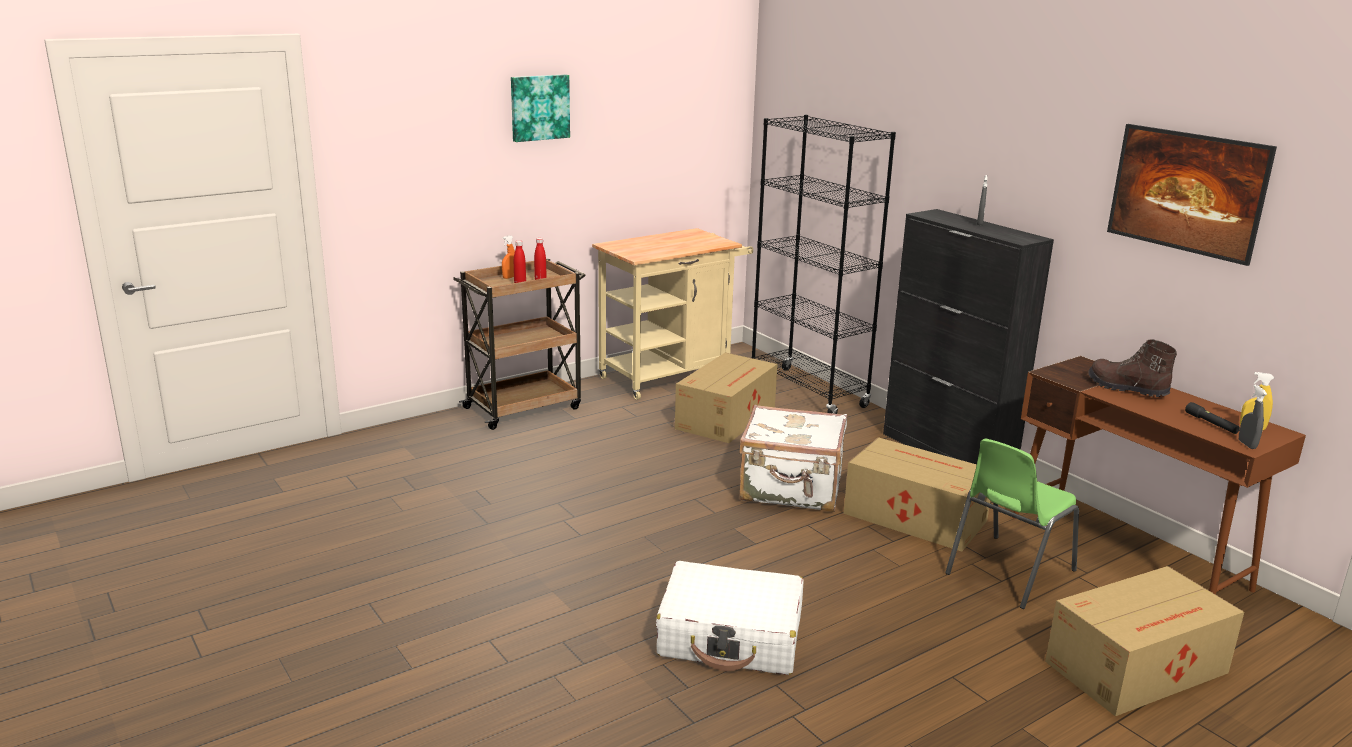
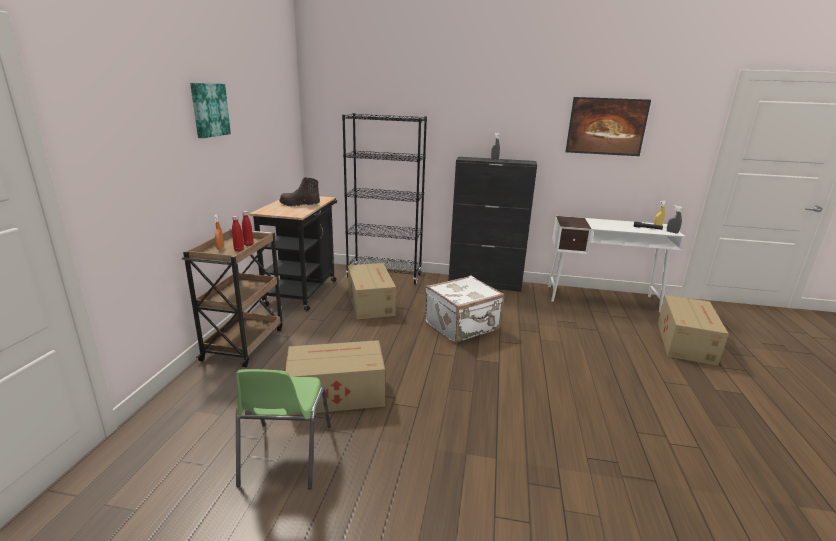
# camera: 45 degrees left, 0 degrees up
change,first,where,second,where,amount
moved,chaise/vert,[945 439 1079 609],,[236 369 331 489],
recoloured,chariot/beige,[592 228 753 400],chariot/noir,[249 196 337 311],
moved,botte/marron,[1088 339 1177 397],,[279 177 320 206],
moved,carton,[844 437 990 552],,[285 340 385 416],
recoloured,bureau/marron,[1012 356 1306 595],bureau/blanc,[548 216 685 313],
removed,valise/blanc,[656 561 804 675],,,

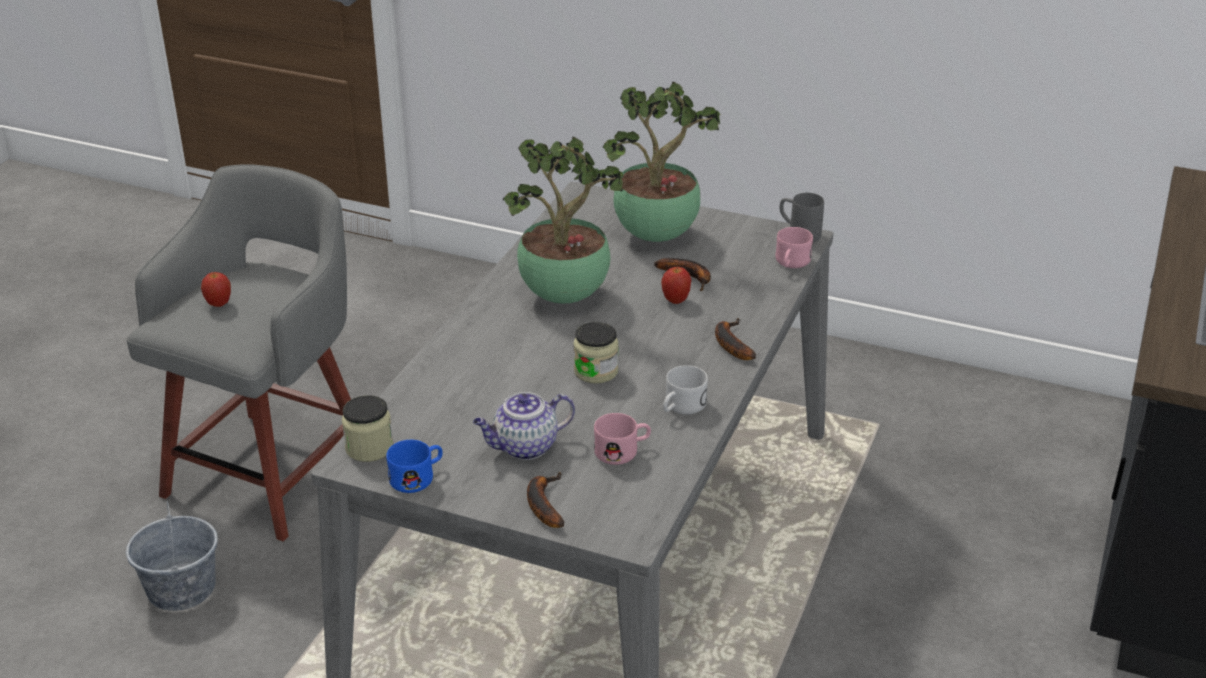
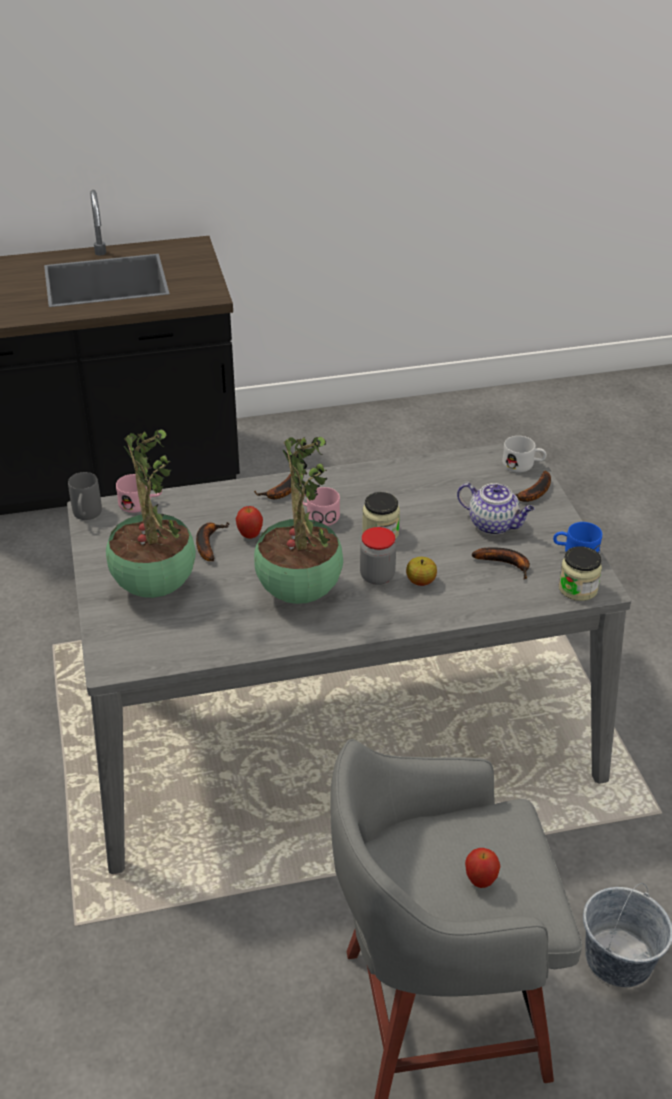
# camera: 125 degrees left, 5 degrees up
change,first,where,second,where,amount
moved,mug/rose,[594 413 651 465],,[300 487 340 526],
added,,,bocal,[360 527 396 585],
added,,,pomme,[406 557 437 586],
added,,,banane,[472 547 530 580],
moved,mug/blanc,[663 365 708 415],,[502 436 547 473],

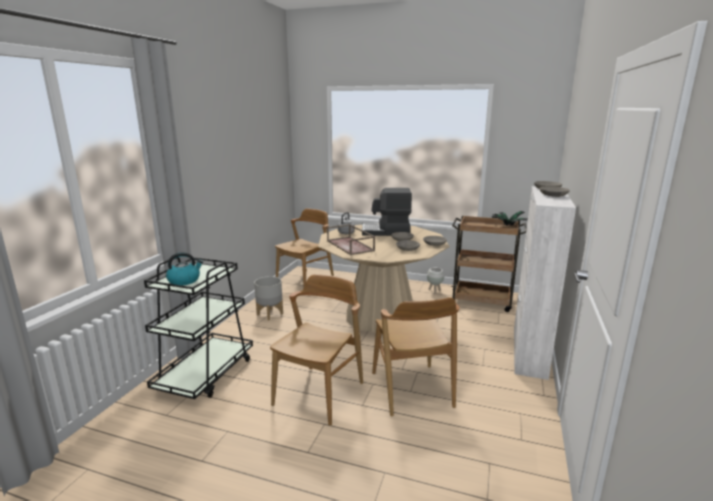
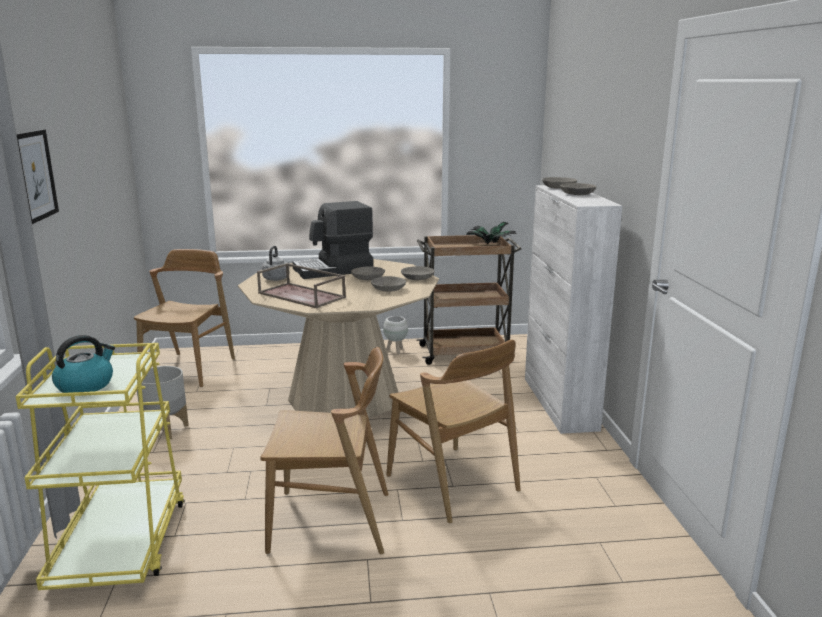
# camera: 25 degrees left, 0 degrees up
change,first,where,second,where,amount
recoloured,chariot/noir,[144 257 253 399],chariot/jaune,[15 343 185 590],
added,,,tableau,[16 129 59 224],
turned,chaise/marron,[270 274 363 426],,[261 347 388 554],90 degrees clockwise

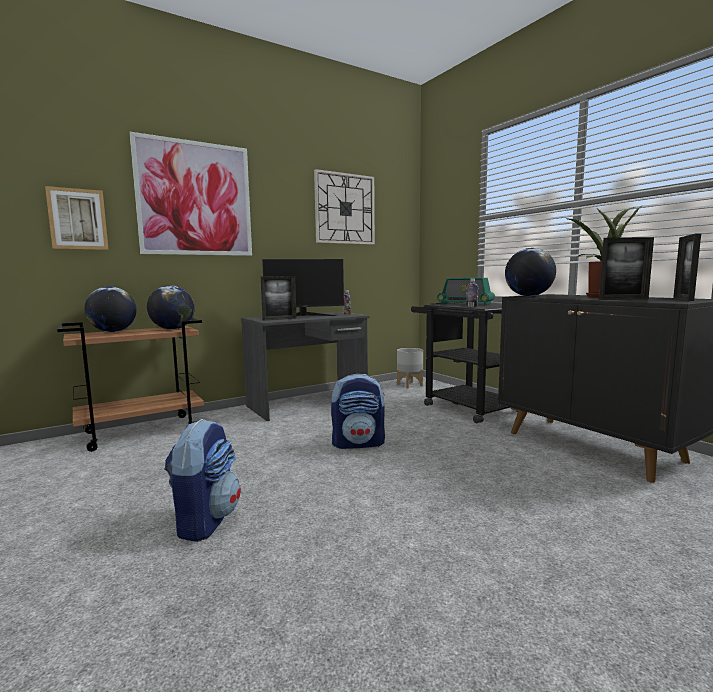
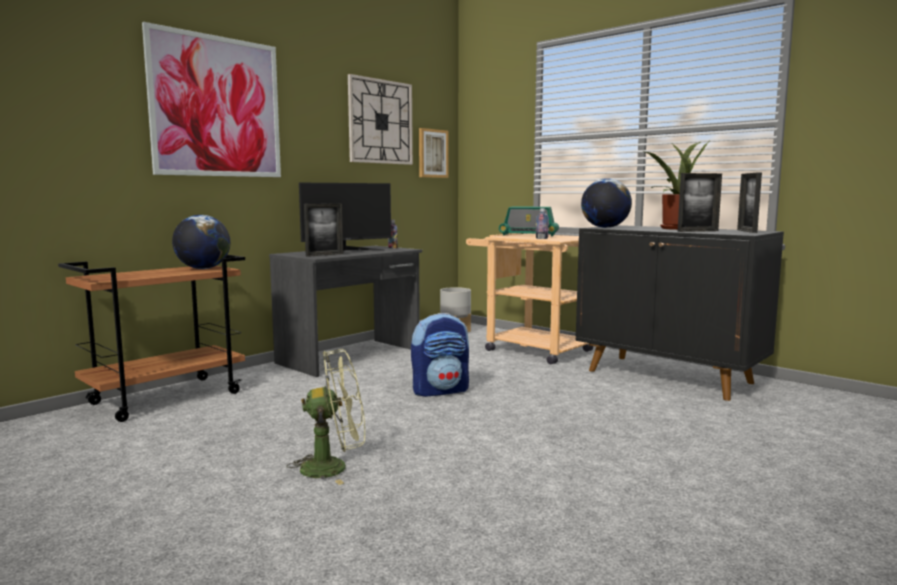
# camera: 15 degrees left, 0 degrees up
change,first,where,second,where,amount
replaced,sac à dos,[164 419 241 542],ventilateur/vert,[287 349 365 485],
moved,tableau,[45 186 109 250],,[419 128 448 178],
recoloured,chariot/noir,[411 302 518 423],chariot/beige,[466 233 593 364],
removed,globe,[84 286 137 332],,,

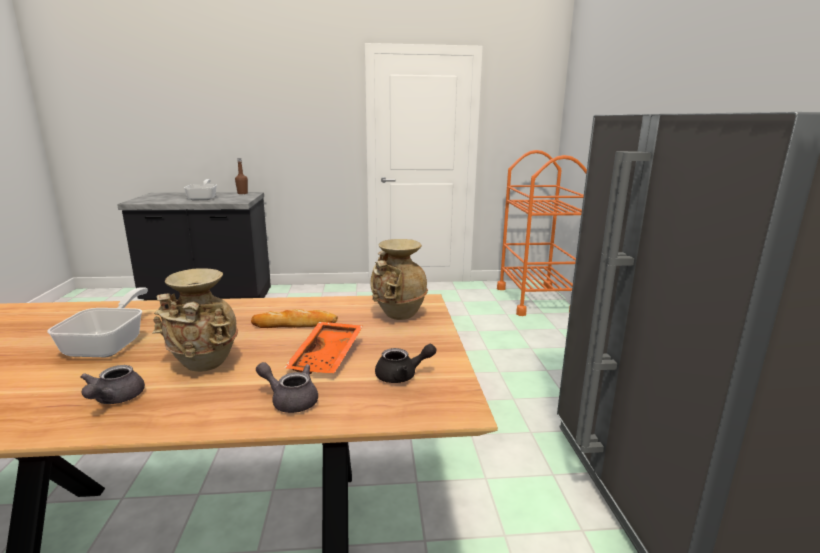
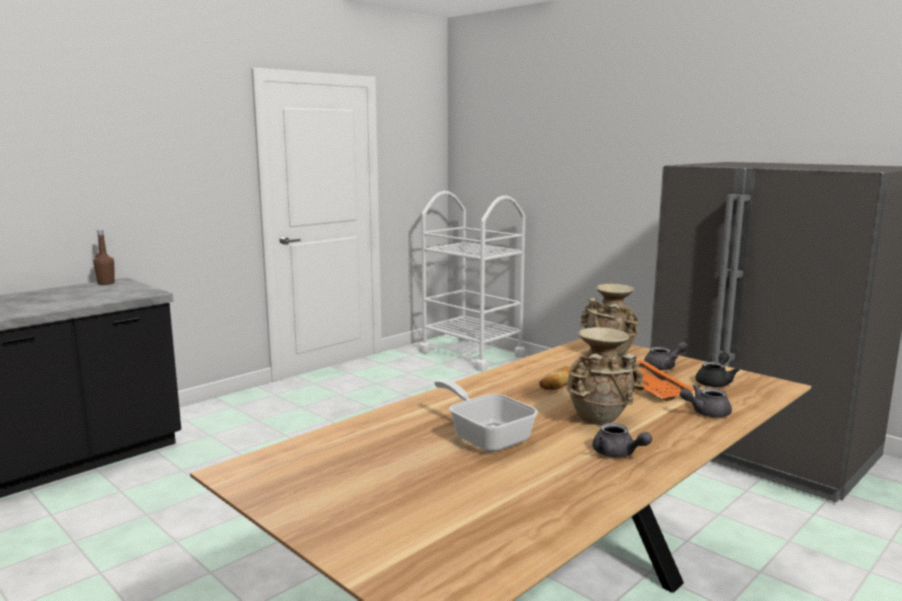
# camera: 40 degrees left, 5 degrees down
change,first,where,second,where,amount
recoloured,chariot/orange,[497 150 587 316],chariot/blanc,[419 191 526 371],
added,,,théière/gris,[644 342 688 370],
removed,poêle,[184 179 217 200],,,

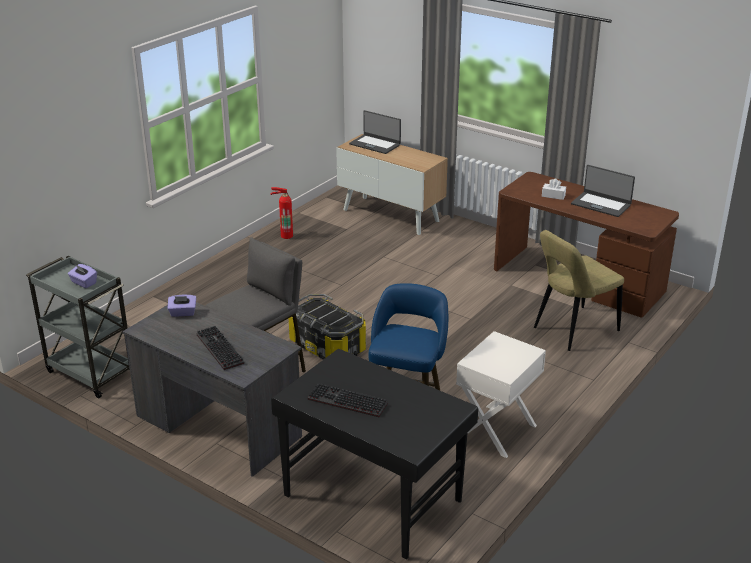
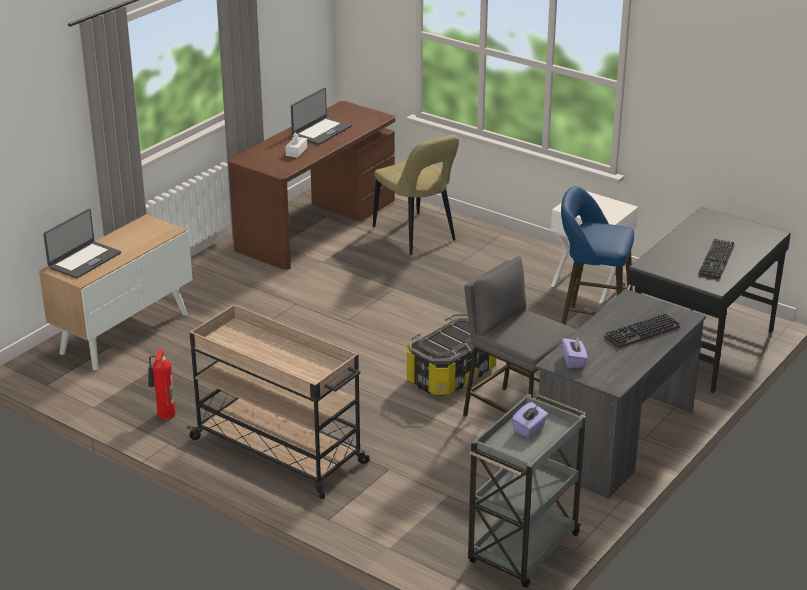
# camera: 90 degrees left, 0 degrees up
change,first,where,second,where,amount
added,,,chariot/beige,[187 304 370 499],

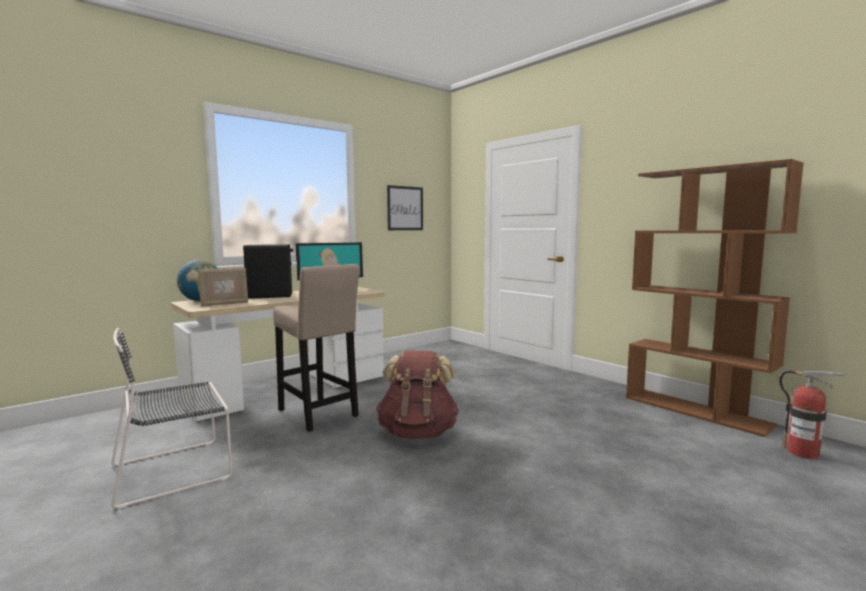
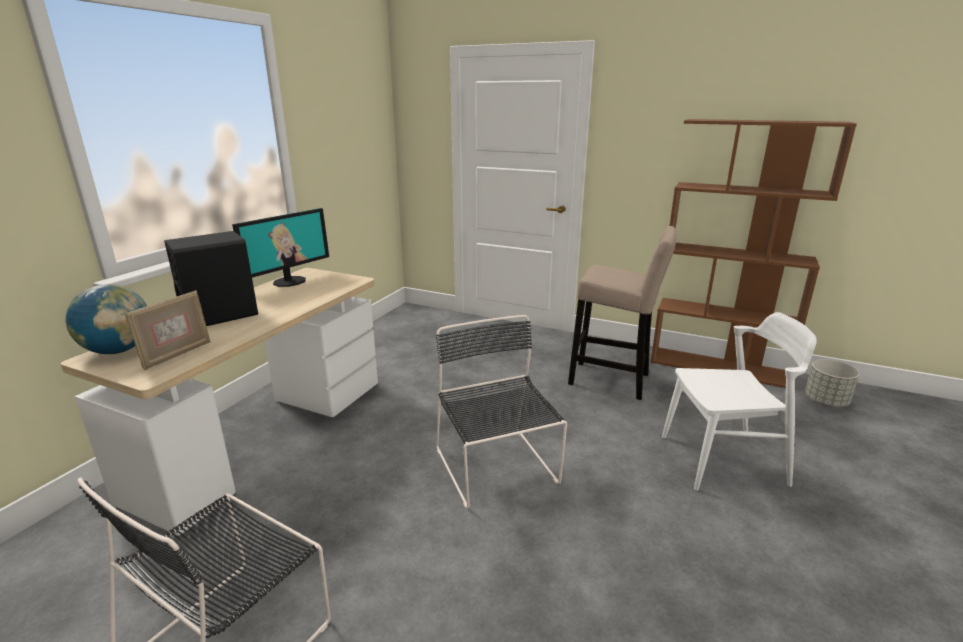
# camera: 25 degrees left, 15 degrees up
change,first,where,second,where,amount
replaced,sac à dos/marron,[376 351 459 439],chaise/noir,[436 315 567 509],
moved,tabouret/beige,[273 264 360 432],,[568 226 677 400],
added,,,chaise/blanc,[662 312 817 491],
replaced,extincteur,[779 370 846 460],cache-pot/gris,[805 359 860 407],
removed,tableau,[387 185 423 230],,,

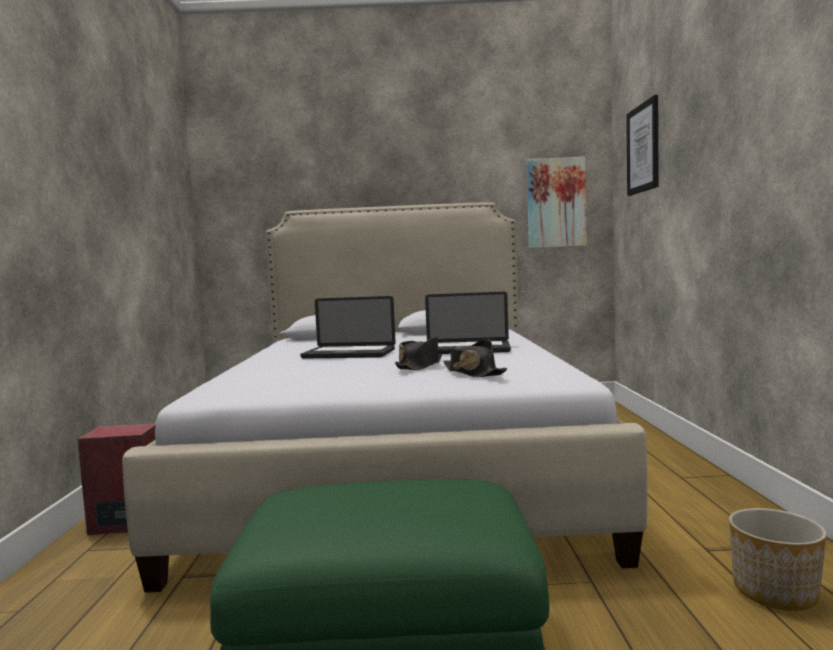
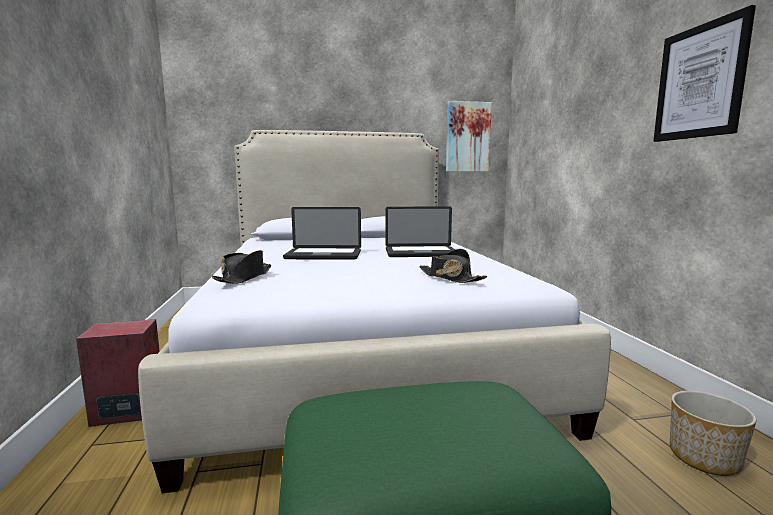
# camera: 10 degrees left, 5 degrees up
change,first,where,second,where,amount
moved,chapeau/noir,[395 337 442 370],,[212 250 271 284],
moved,tableau,[626 95 659 196],,[653 5 756 142],

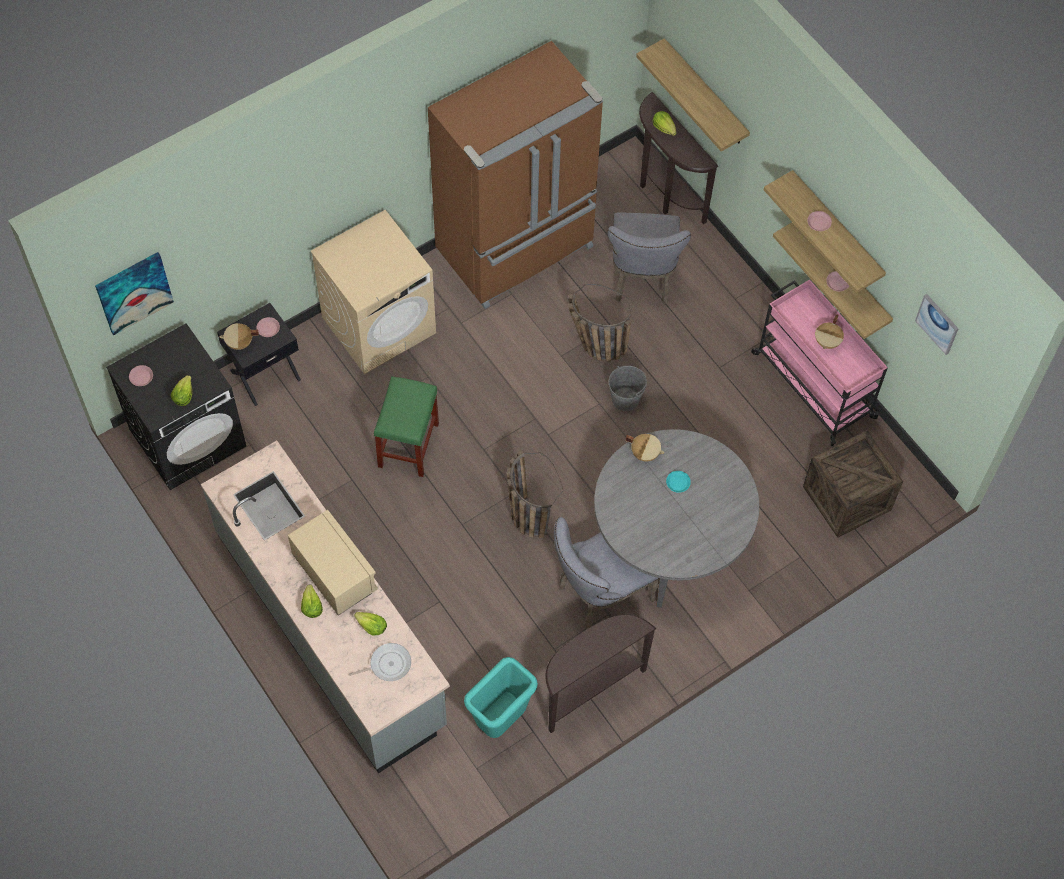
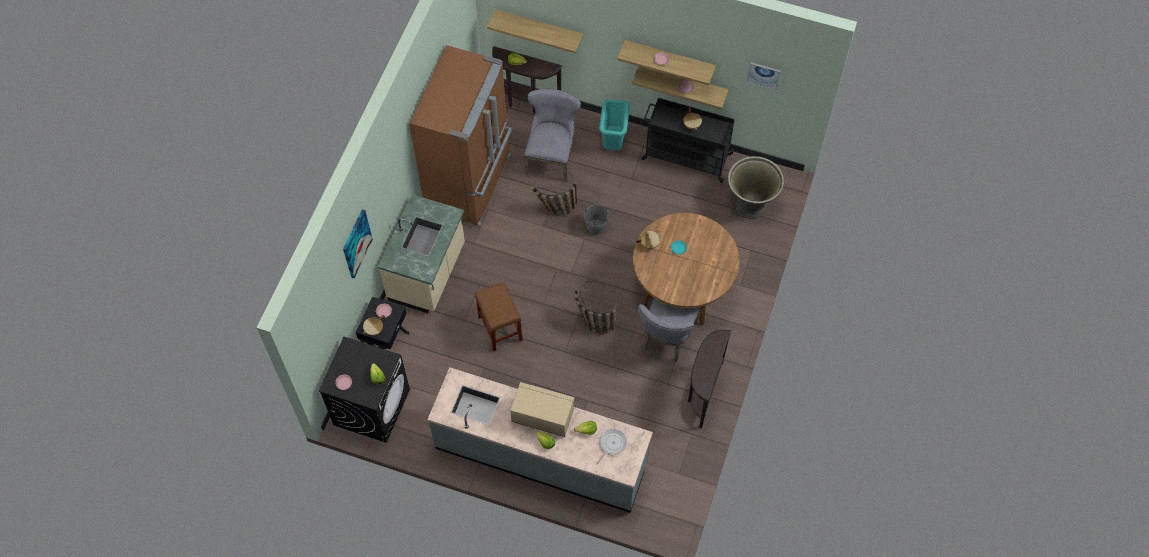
# camera: 35 degrees left, 0 degrees up
change,first,where,second,where,amount
moved,tableau,[95 252 174 335],,[343 209 373 279],
replaced,lave-linge/beige,[310 210 436 374],comptoir de cuisine/beige,[378 194 465 313],
recoloured,tabouret/vert,[374 376 439 477],tabouret/marron,[475 282 523 352],
turned,chaise/gris,[607 213 691 304],,[524 89 581 182],135 degrees counterclockwise
moved,poubelle/turquoise,[464 657 538 738],,[599 99 630 150],
recoloured,table à manger/gris,[594 429 759 608],table à manger/marron,[633 213 740 326],
recoloured,chariot/rose,[751 279 888 446],chariot/noir,[641 98 735 183],
replaced,caisse,[803 430 903 538],cache-pot/gris,[728 156 784 219],

